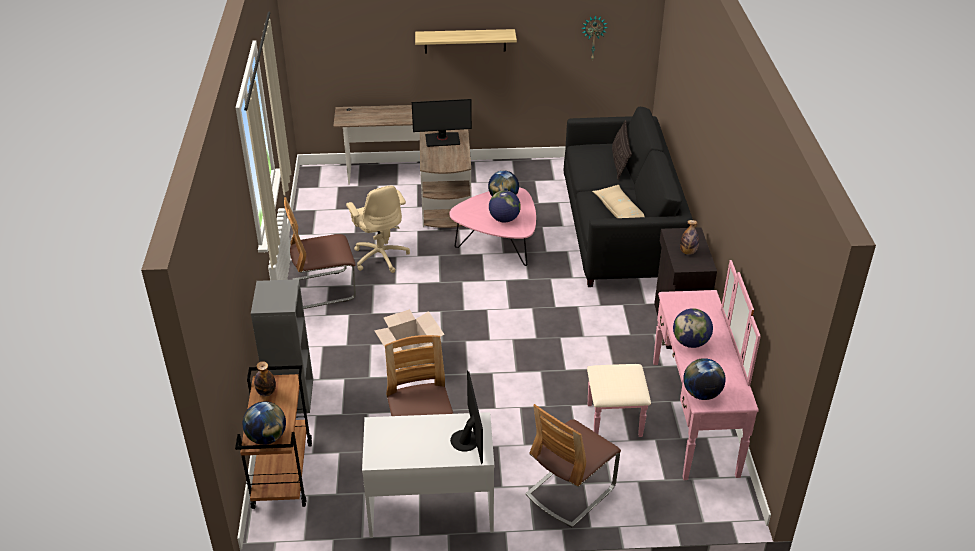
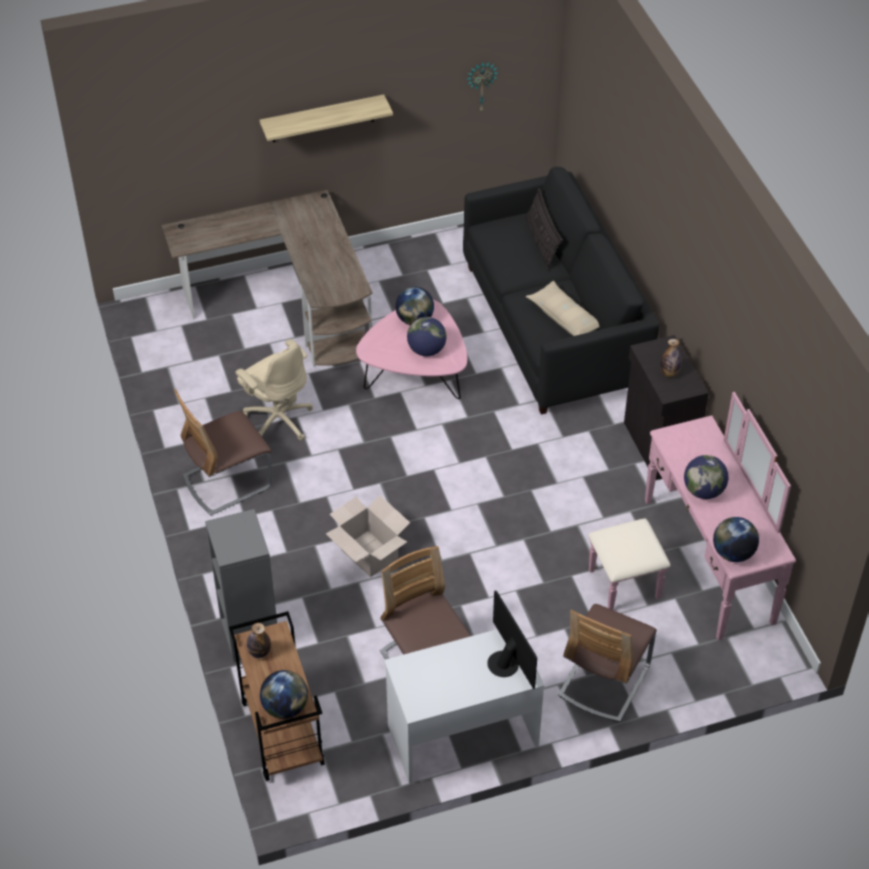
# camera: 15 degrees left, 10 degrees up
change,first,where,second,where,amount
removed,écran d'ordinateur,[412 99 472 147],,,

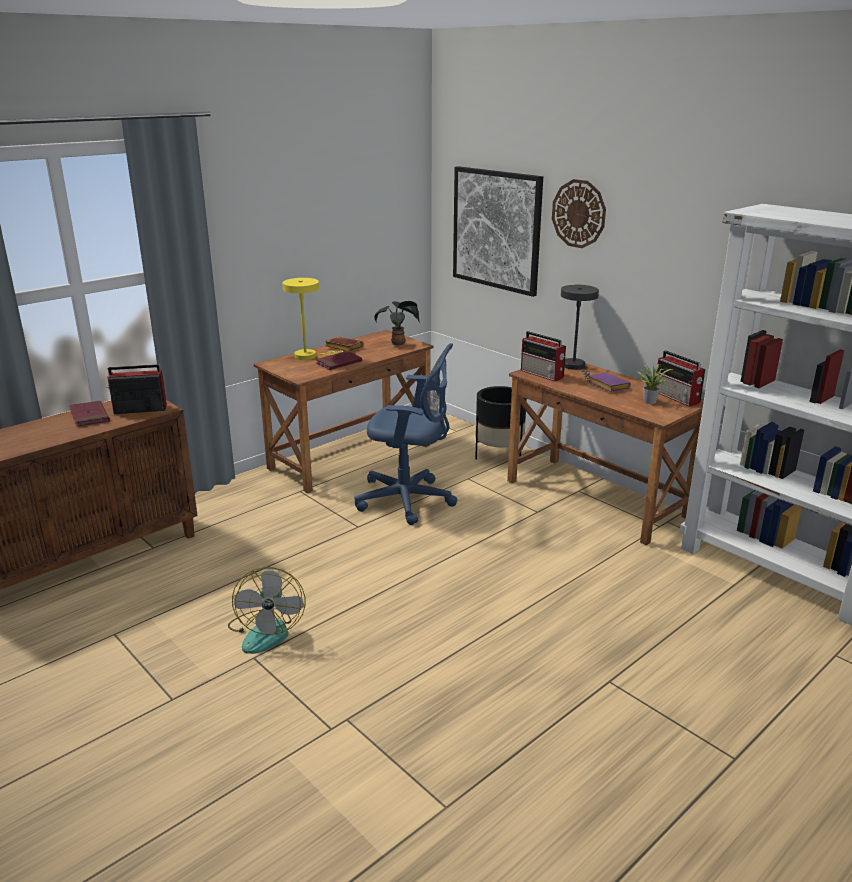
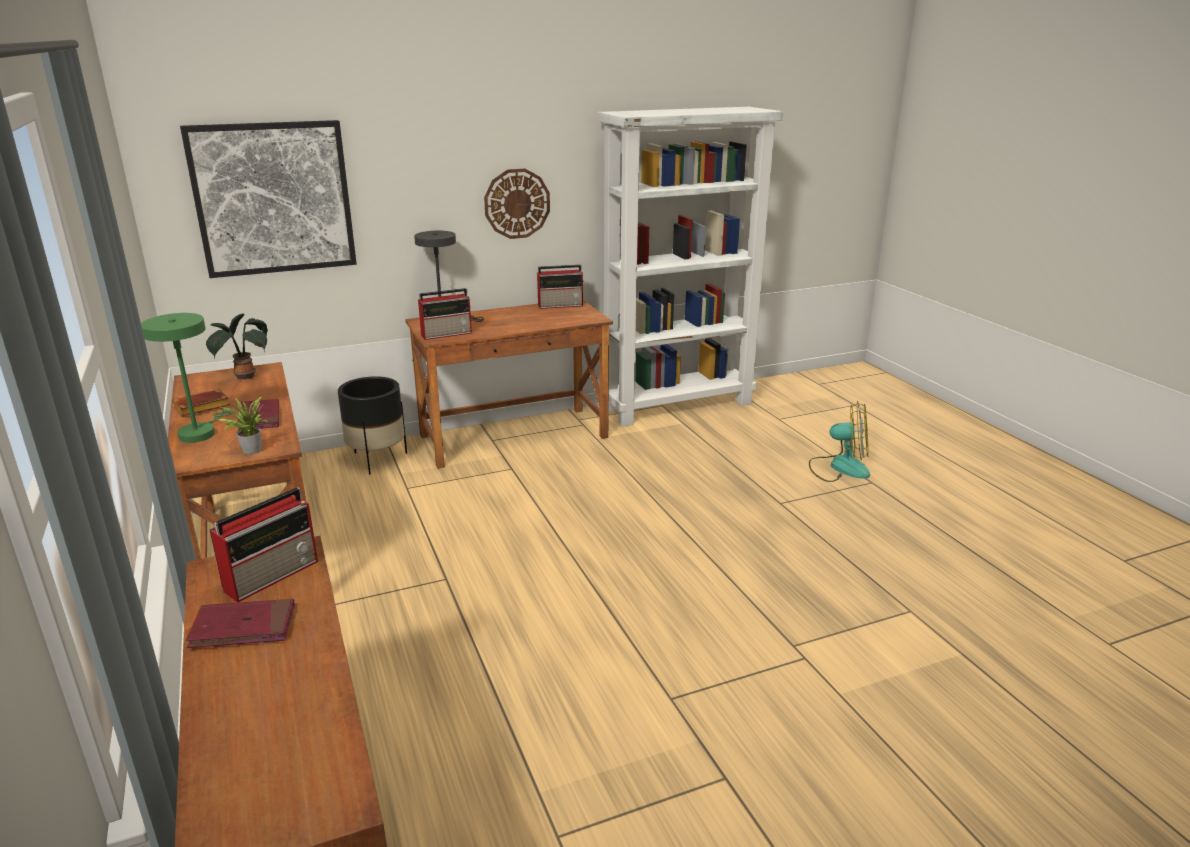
# camera: 70 degrees left, 0 degrees up
change,first,where,second,where,amount
recoloured,lampe de table/jaune,[282 278 343 360],lampe de table/vert,[141 313 234 443],
turned,radio,[107 364 167 414],,[210 488 318 602],150 degrees counterclockwise
moved,plante en pot,[637 364 673 404],,[216 396 267 455],
moved,horloge murale,[552 179 606 248],,[484 169 550 239],
moved,ventilateur,[228 567 305 654],,[809 401 870 482],
removed,chaise de bureau/bleu,[354 343 458 525],,,
removed,livre/violet,[587 372 631 392],,,

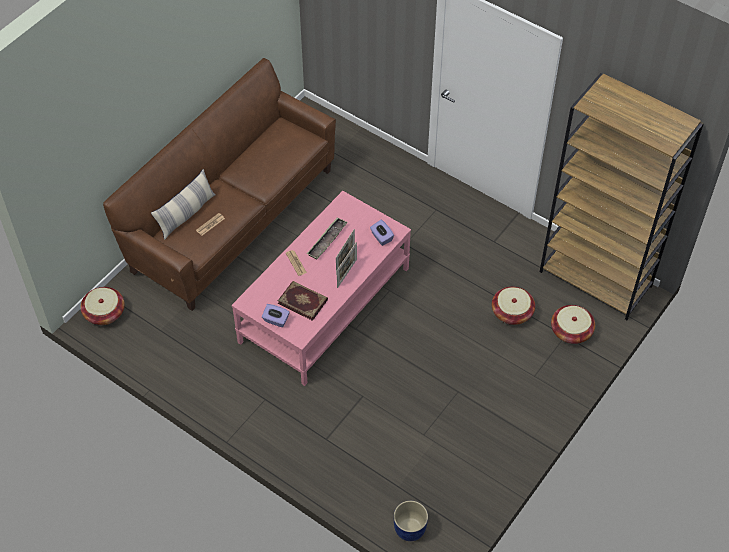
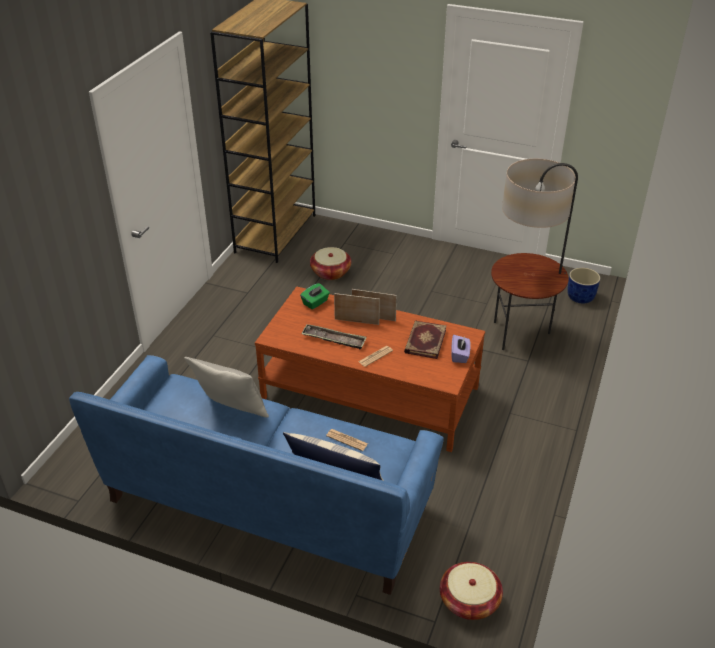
# camera: 105 degrees left, 15 degrees down
change,first,where,second,where,amount
recoloured,canapé/marron,[103 58 336 311],canapé/bleu,[69 355 444 595],
added,,,coussin/gris,[184 357 269 418],
recoloured,table basse/rose,[232 191 411 386],table basse/marron,[255 287 485 452],
recoloured,boîte à mouchoirs/violet,[370 220 394 246],boîte à mouchoirs/vert,[300 283 330 309],
added,,,lampadaire,[491 159 578 350],
removed,panier,[551 305 595 344],,,

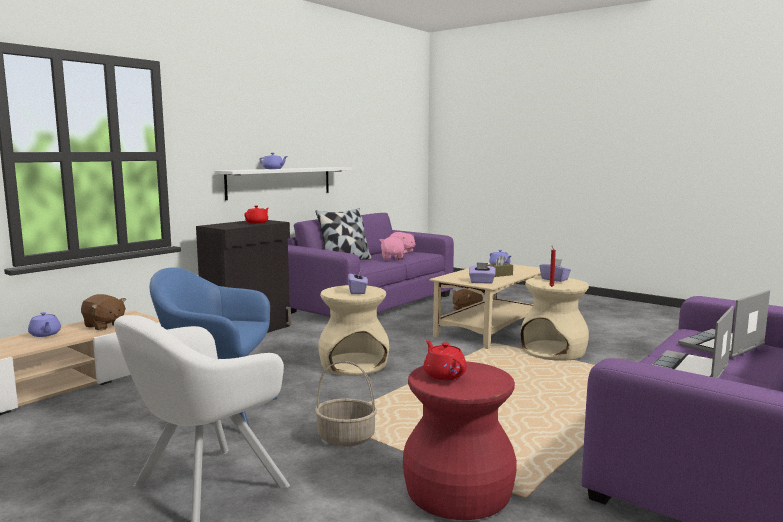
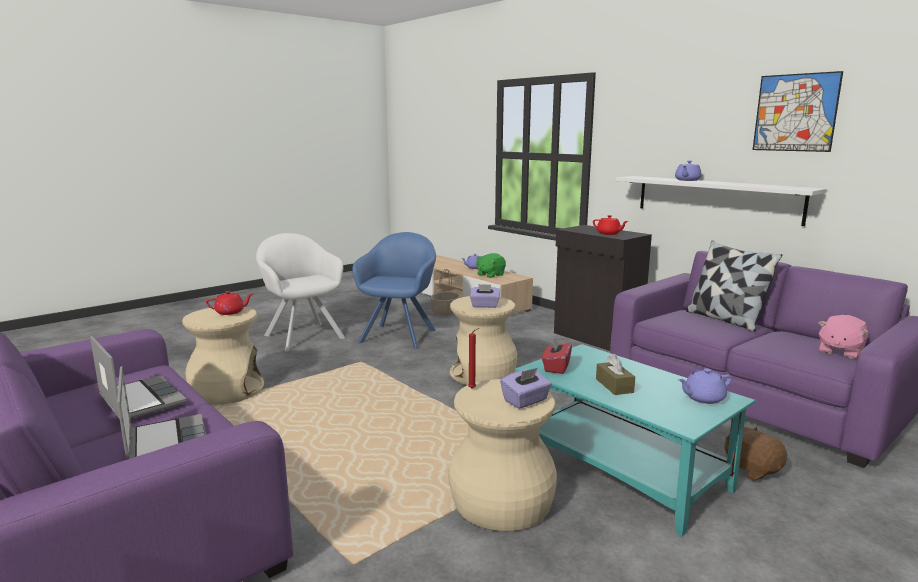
# camera: 100 degrees right, 5 degrees up
change,first,where,second,where,amount
recoloured,tabouret/rouge,[403 361 517 520],tabouret/beige,[182 307 264 405],
moved,panier,[315 361 377 446],,[430 269 460 316],
recoloured,peluche/marron,[81 294 126 330],peluche/vert,[476 253 506 278],
recoloured,table basse/beige,[429 262 541 349],table basse/turquoise,[515 344 755 537],
recoloured,boîte à mouchoirs/violet,[469 262 496 284],boîte à mouchoirs/rouge,[542 337 572 374],
added,,,tableau,[753 71 843 152],
removed,peluche/rose,[380 237 404 260],,,

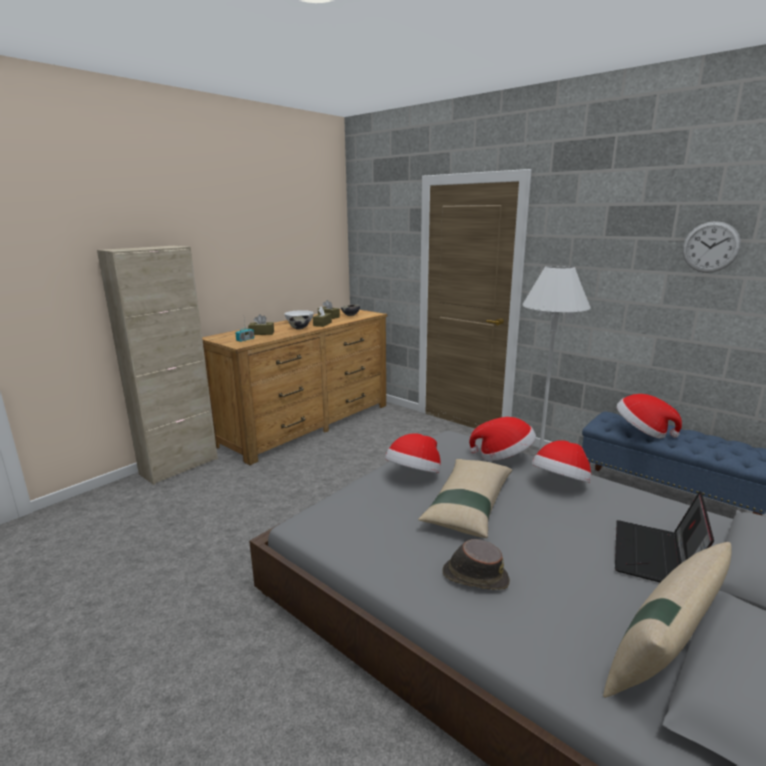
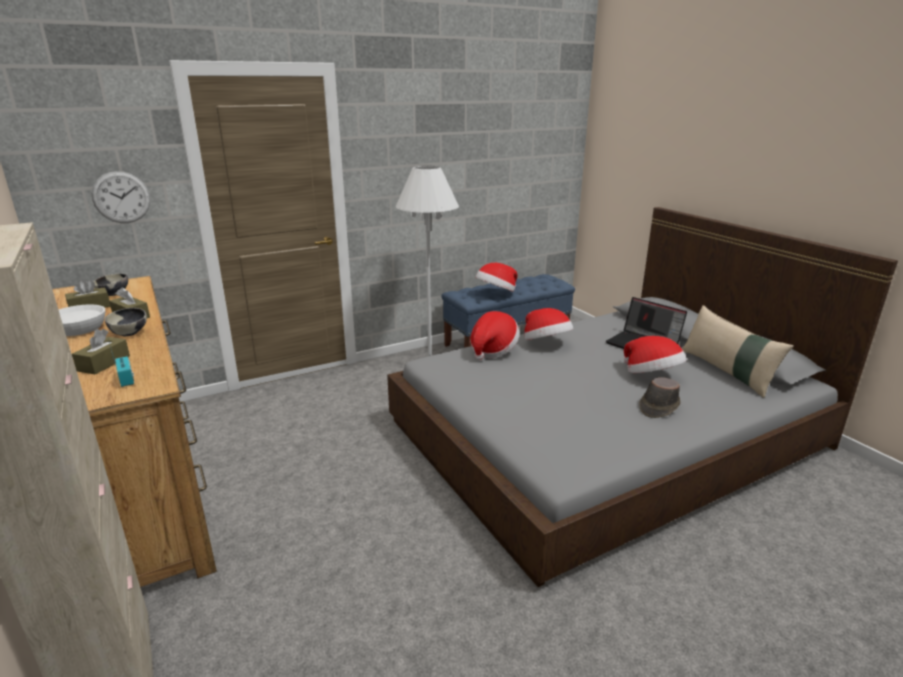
# camera: 70 degrees left, 5 degrees up
change,first,where,second,where,amount
moved,horloge murale,[682 221 741 273],,[92 171 150 223],
moved,chapeau,[385 433 441 473],,[624 336 687 373],
removed,coussin/beige,[418 459 512 538],,,

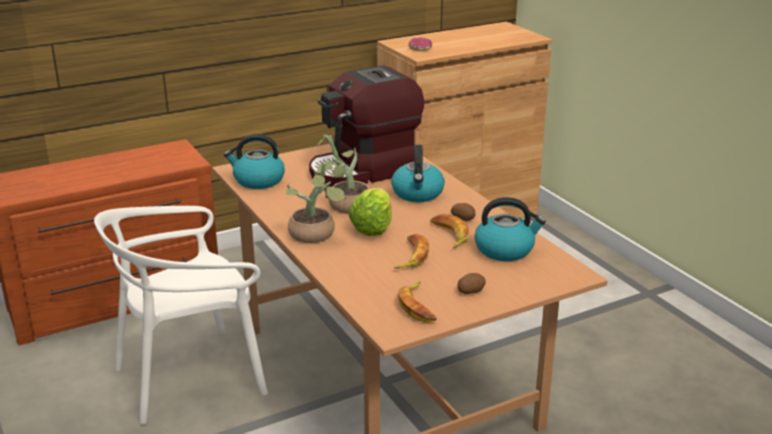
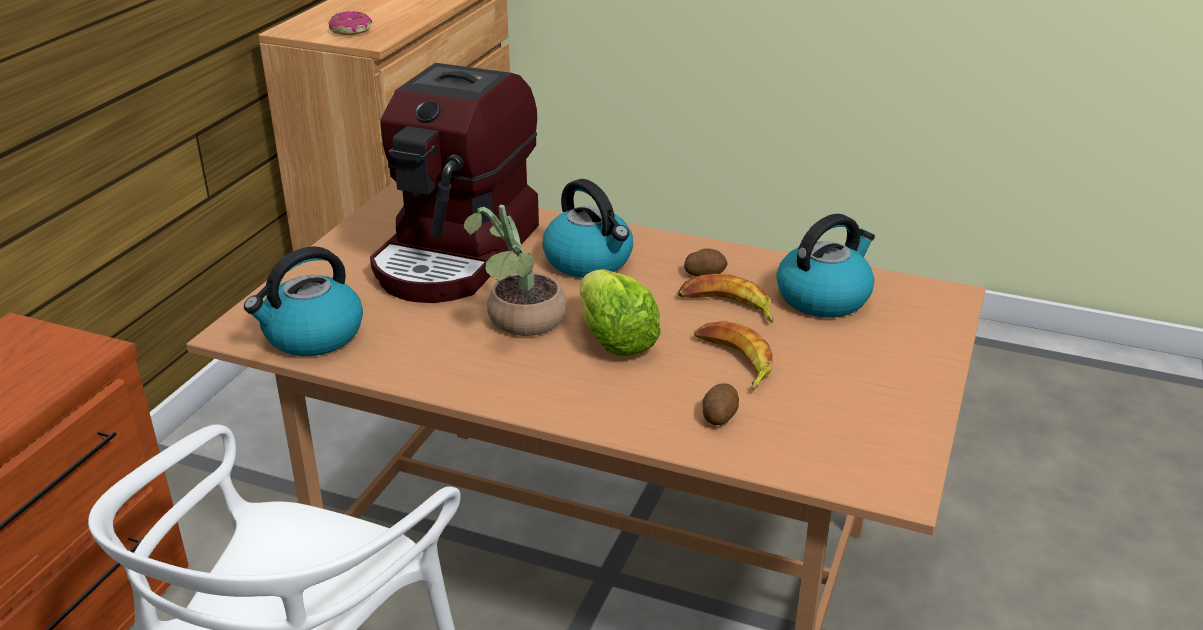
# camera: 40 degrees left, 5 degrees up
change,first,where,second,where,amount
moved,pomme de terre,[457 273 486 294],,[703 383 739 425],
removed,plante en pot,[286 162 346 243],,,
removed,banane,[398 281 437 322],,,

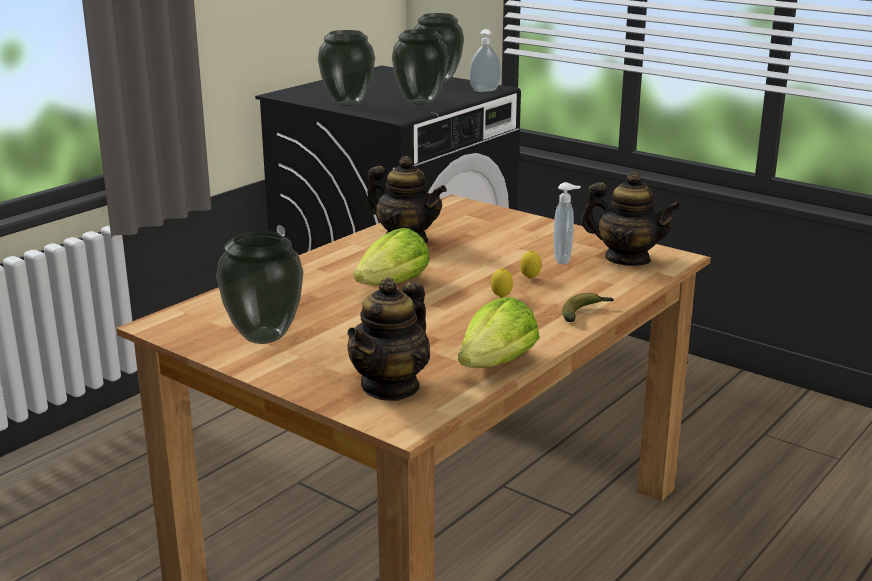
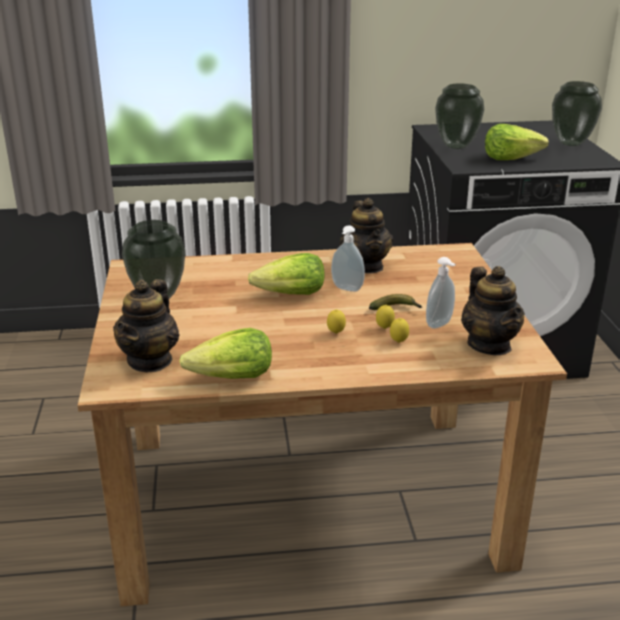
# camera: 45 degrees right, 5 degrees up
change,first,where,second,where,amount
turned,théière,[347 277 430 401],,[113 279 180 372],60 degrees counterclockwise
moved,distributeur de savon,[469 29 501 92],,[331 226 365 292],
moved,banane,[562 293 614 322],,[369 294 422 310],
added,,,citron,[390 318 409 343],
replaced,vase,[392 29 449 105],laitue,[485 124 549 160],

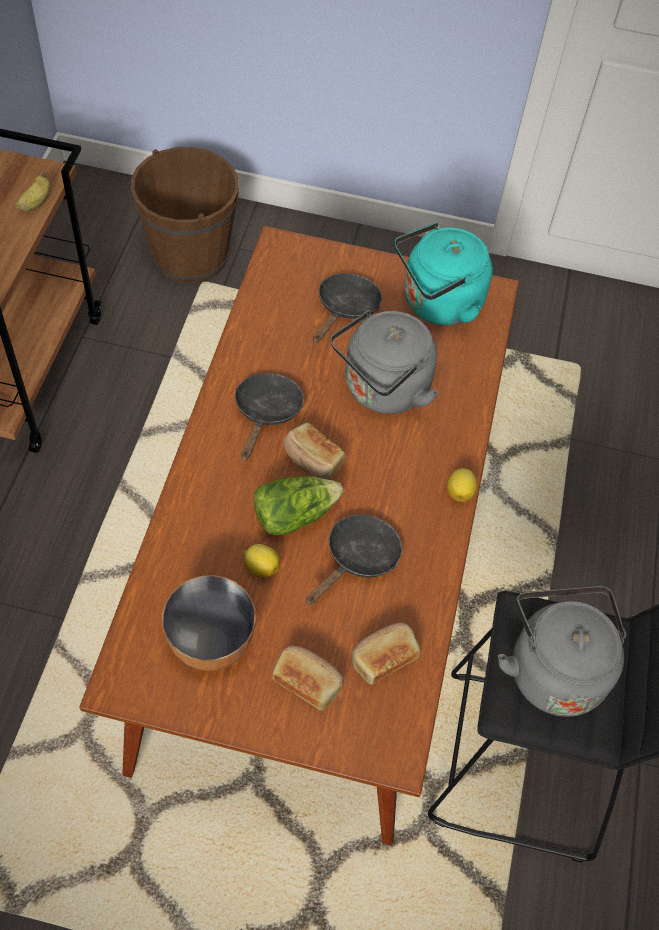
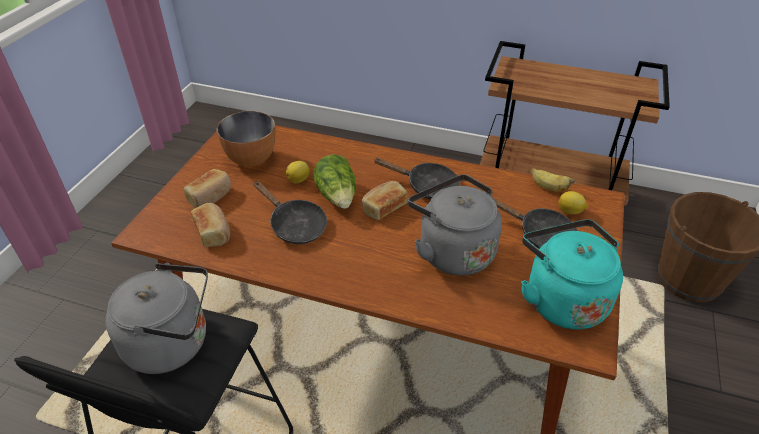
# camera: 100 degrees right, 15 degrees down
change,first,where,second,where,amount
moved,banane,[14 171 50 211],,[532 168 575 192],
moved,citron,[447 468 477 502],,[558 191 588 214],

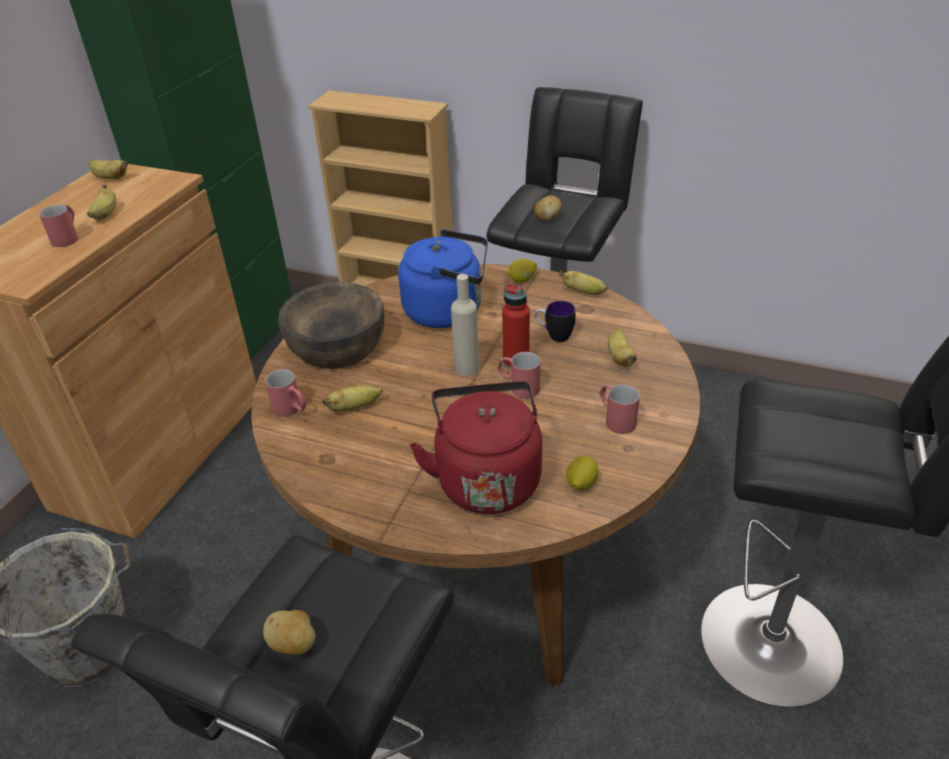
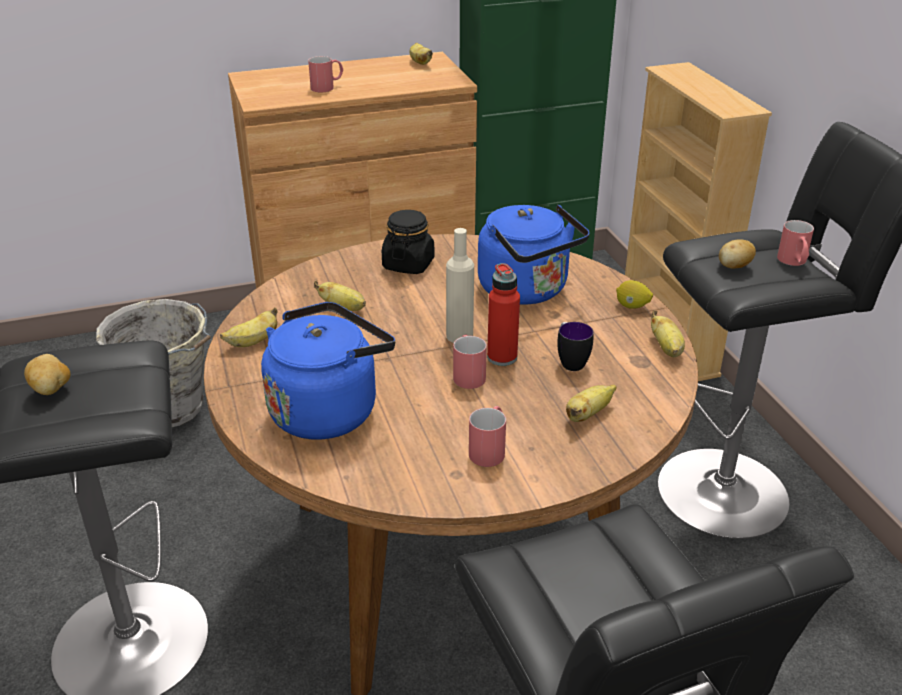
# camera: 50 degrees right, 5 degrees down
change,first,where,second,where,amount
moved,banane,[87 185 116 220],,[220 307 277 347],
recoloured,bouilloire/rouge,[410 381 542 514],bouilloire/bleu,[261 302 395 440],
replaced,bol/marron,[278 282 385 369],bocal/noir,[382 210 435 274],
moved,mug/rouge,[265 369 307 417],,[777 220 814 266],
removed,citron,[566 456 598 490],,,

